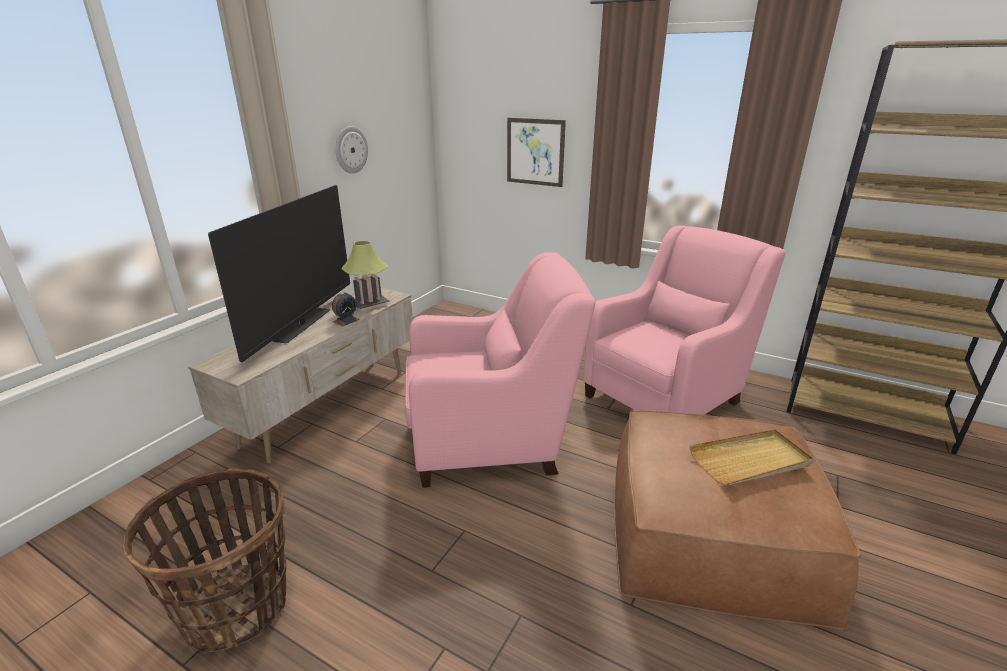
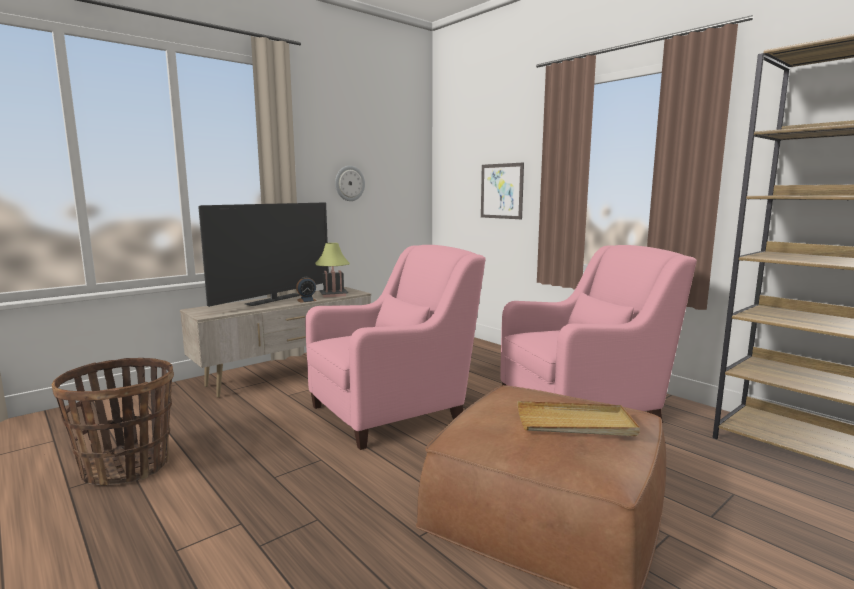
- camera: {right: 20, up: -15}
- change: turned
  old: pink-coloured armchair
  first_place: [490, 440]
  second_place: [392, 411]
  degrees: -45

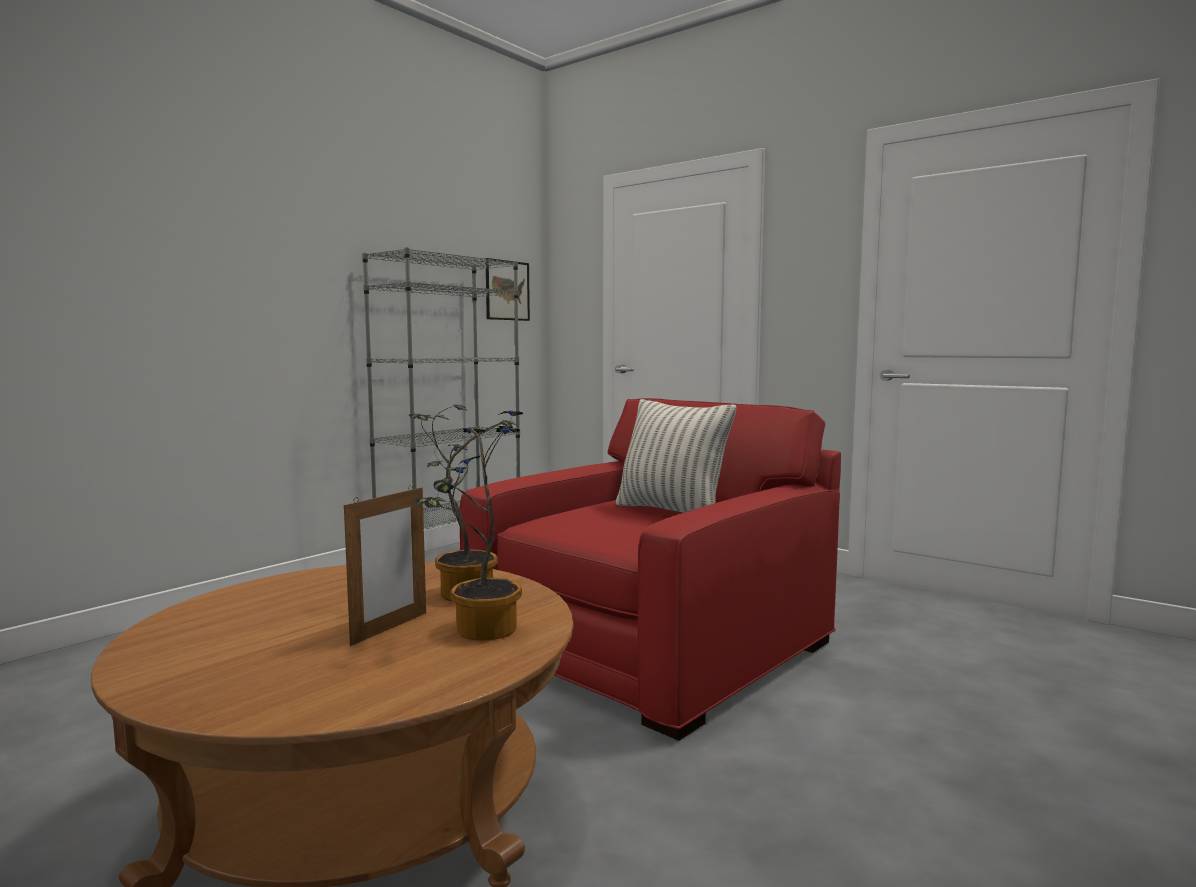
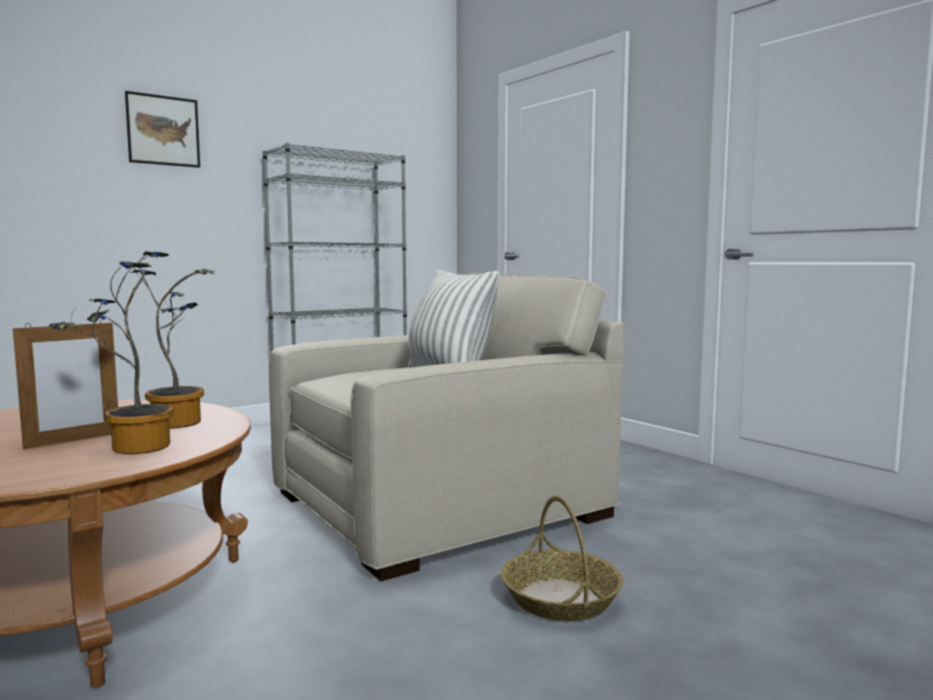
- camera: {right: 15, up: 0}
- change: added
  new: basket
  second_place: [561, 599]
- change: moved
  old: wall picture
  first_place: [507, 290]
  second_place: [163, 130]
- change: recoloured
  old: red-coloured armchair
  new: beige armchair
  first_place: [653, 646]
  second_place: [439, 504]

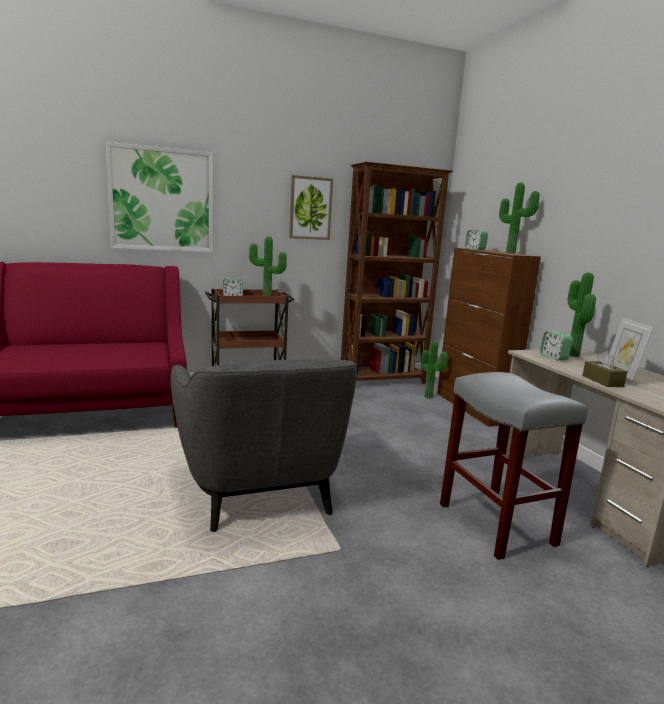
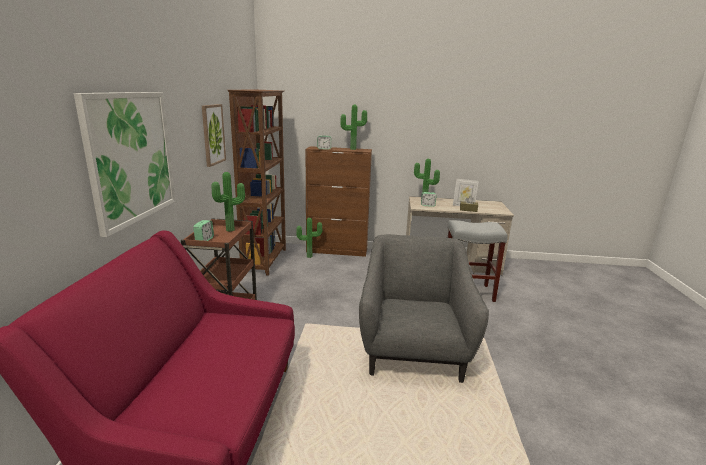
- camera: {right: -65, up: 5}
- change: turned
  old: gray armchair
  first_place: [259, 489]
  second_place: [413, 350]
  degrees: -90

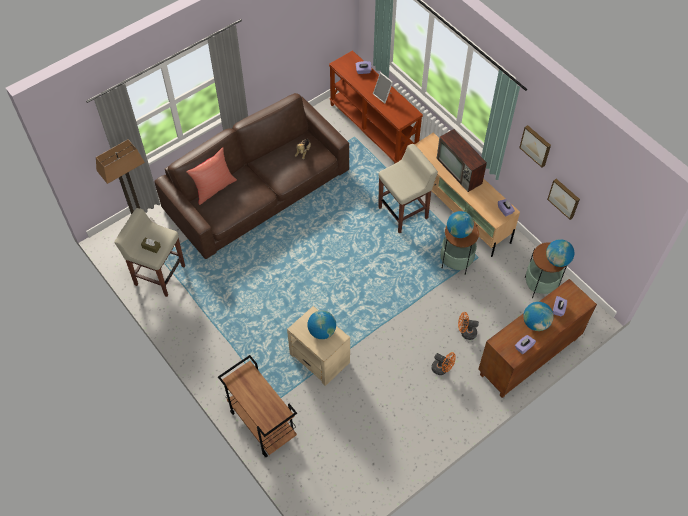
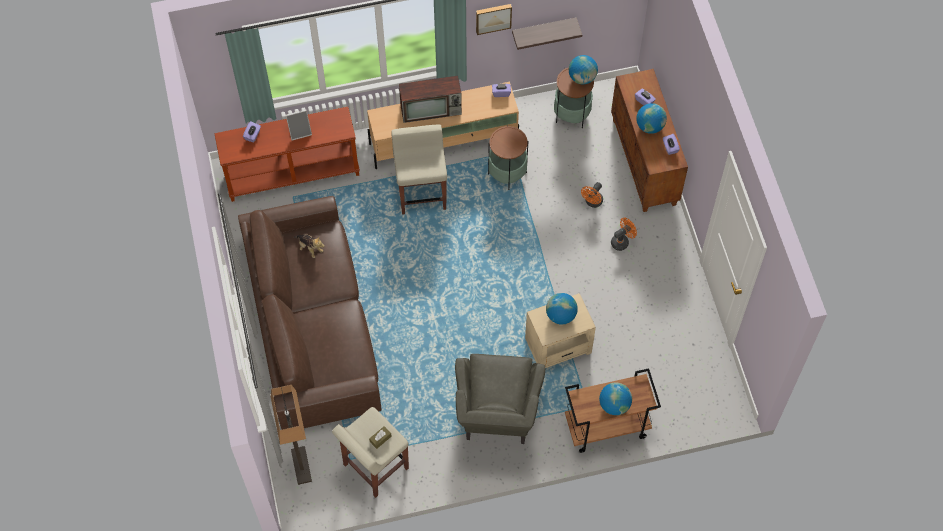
- camera: {right: -65, up: 5}
- change: removed
  old: red-coloured throw pillow
  first_place: [214, 188]
- change: added
  new: gray armchair
  second_place: [497, 417]
- change: moved
  old: globe
  first_place: [458, 232]
  second_place: [614, 405]
- change: replaced
  old: wall picture
  new: wall shelf
  first_place: [564, 198]
  second_place: [543, 30]

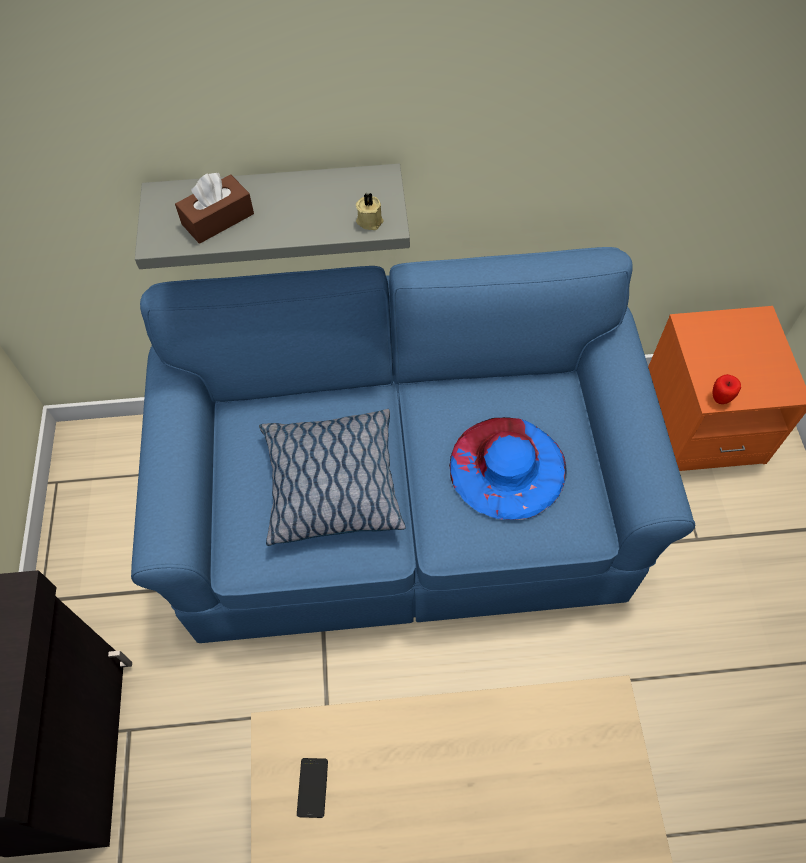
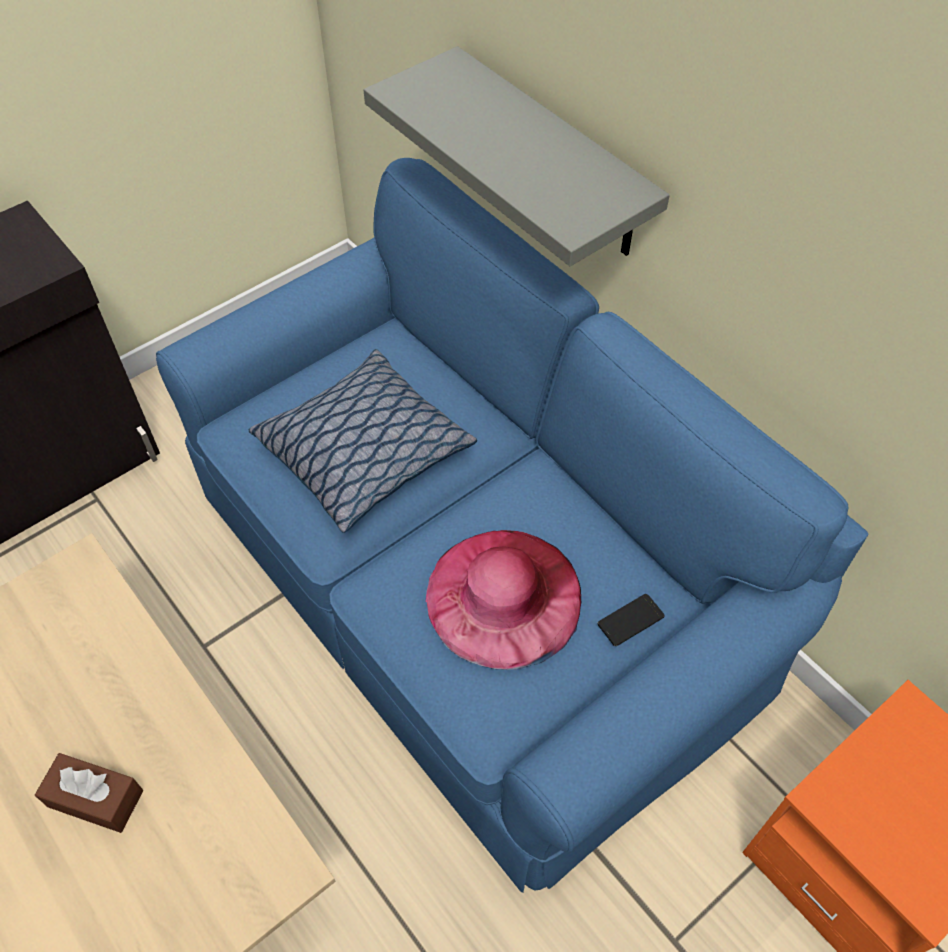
- camera: {right: 55, up: -5}
- change: removed
  old: beige candle
  first_place: [369, 220]
- change: removed
  old: apple
  first_place: [720, 398]
- change: moved
  old: brown-coloured tissue box
  first_place: [218, 219]
  second_place: [95, 798]
- change: moved
  old: handset
  first_place: [312, 787]
  second_place: [630, 620]
- change: recoloured
  old: blue clothing hat
  new: pink-coloured clothing hat
  first_place: [507, 467]
  second_place: [504, 596]

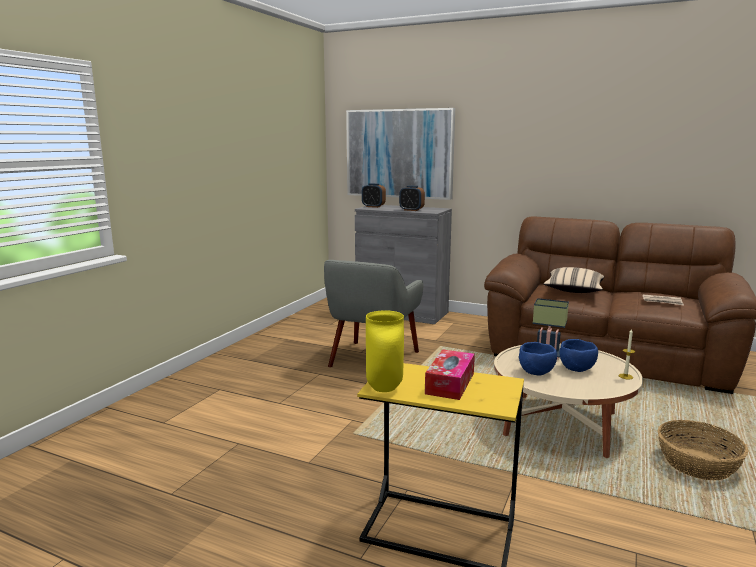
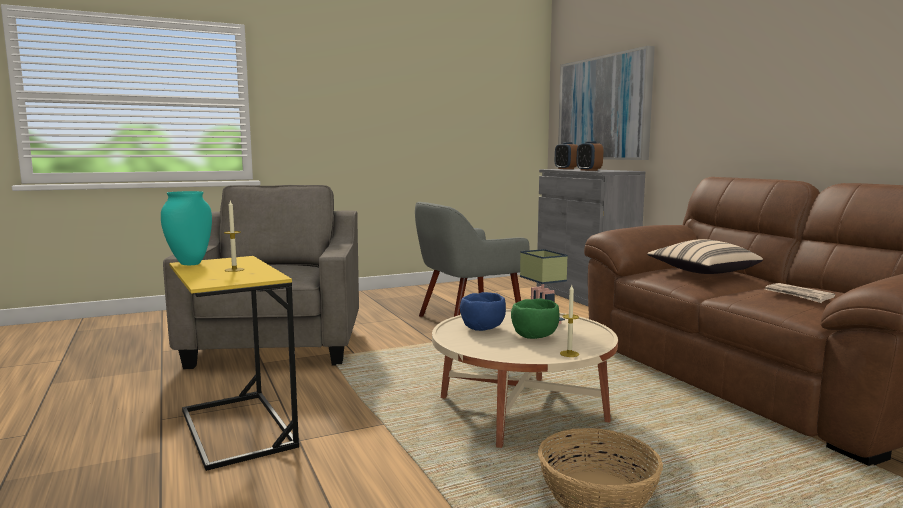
- camera: {right: 40, up: -5}
- change: added
  new: gray armchair
  second_place: [277, 347]
- change: replaced
  old: tissue box
  new: candle
  first_place: [450, 383]
  second_place: [234, 270]
- change: recoloured
  old: yellowish flower vase
  new: turquoise flower vase
  first_place: [383, 388]
  second_place: [189, 263]
- change: recoloured
  old: blue deep dish
  new: green deep dish
  first_place: [577, 368]
  second_place: [536, 336]

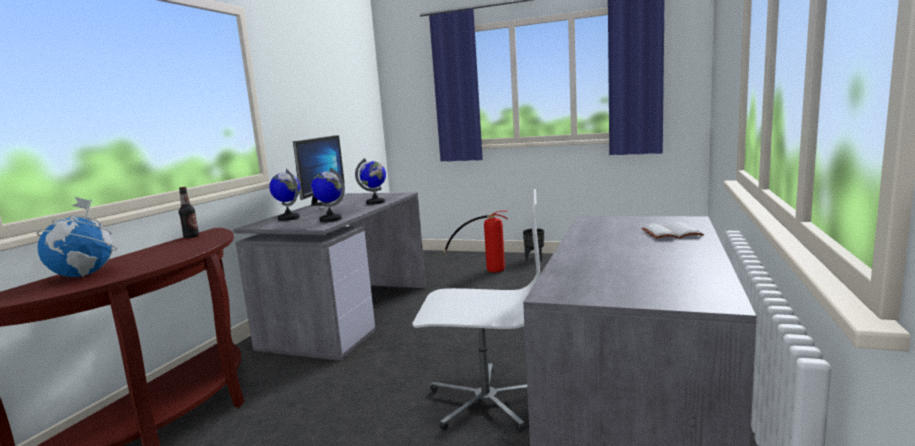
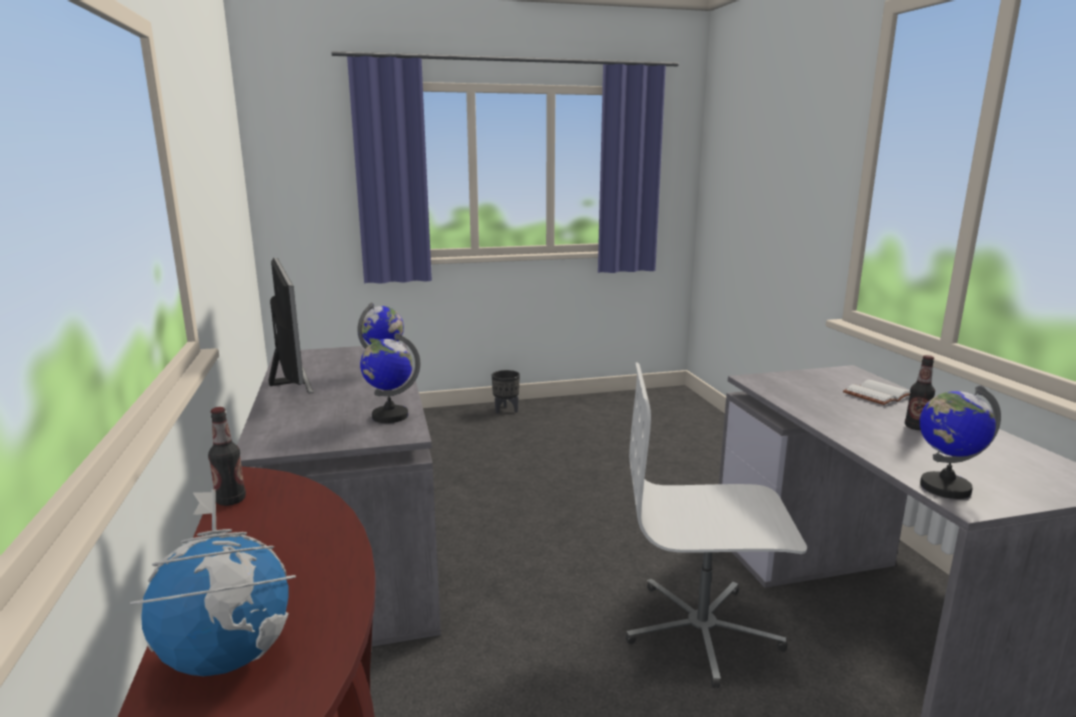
- camera: {right: -35, up: 5}
- change: removed
  old: fire extinguisher
  first_place: [485, 269]
- change: added
  new: beverage bottle
  second_place: [916, 427]
- change: moved
  old: globe
  first_place: [289, 218]
  second_place: [944, 487]
- change: turned
  old: white-coloured computer chair
  first_place: [485, 400]
  second_place: [702, 630]
  degrees: -150

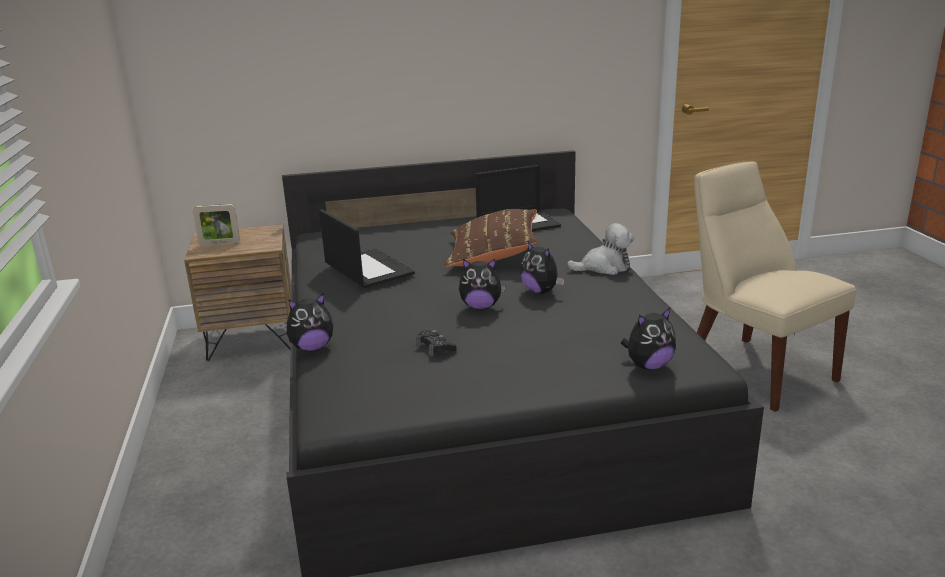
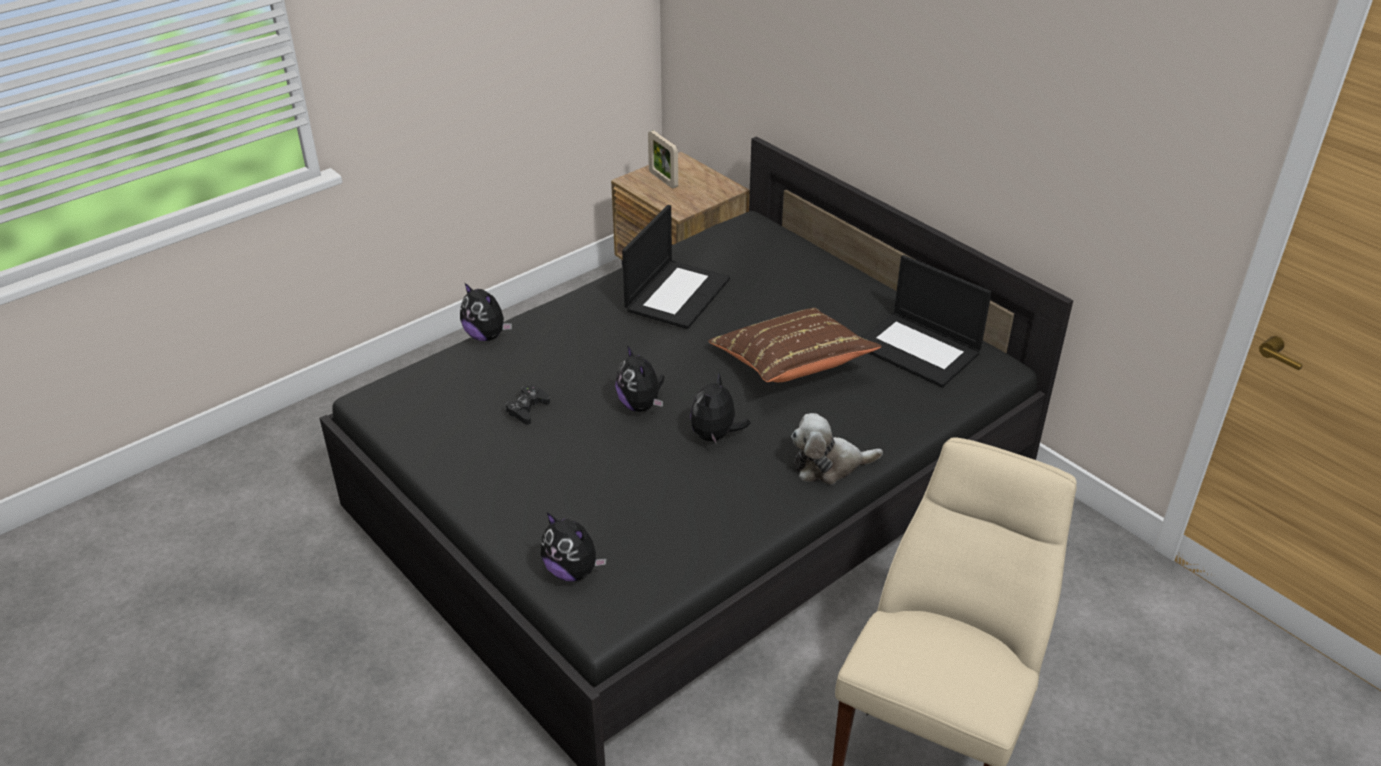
- camera: {right: 60, up: 15}
- change: turned
  old: cuddly toy
  first_place: [604, 267]
  second_place: [829, 465]
  degrees: 120

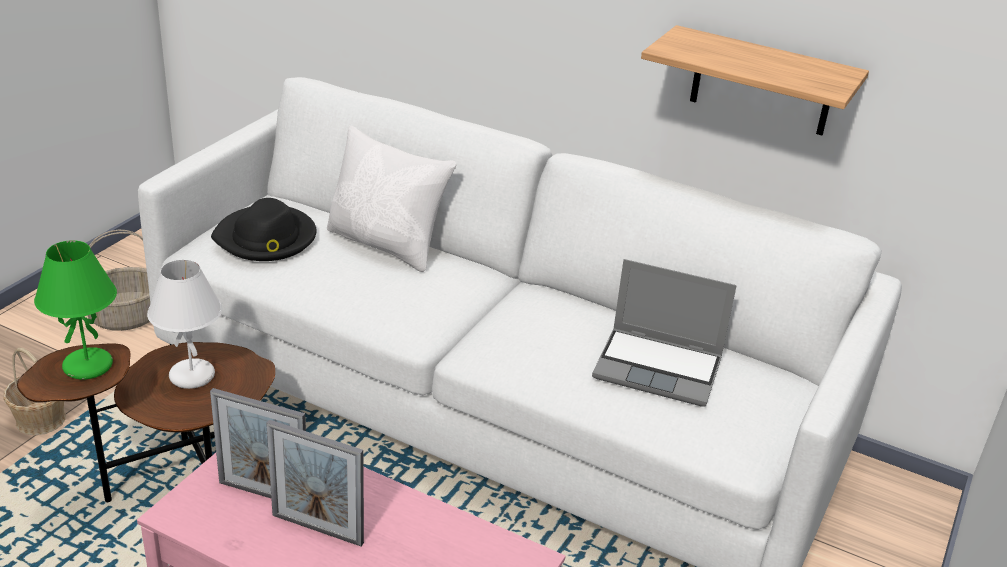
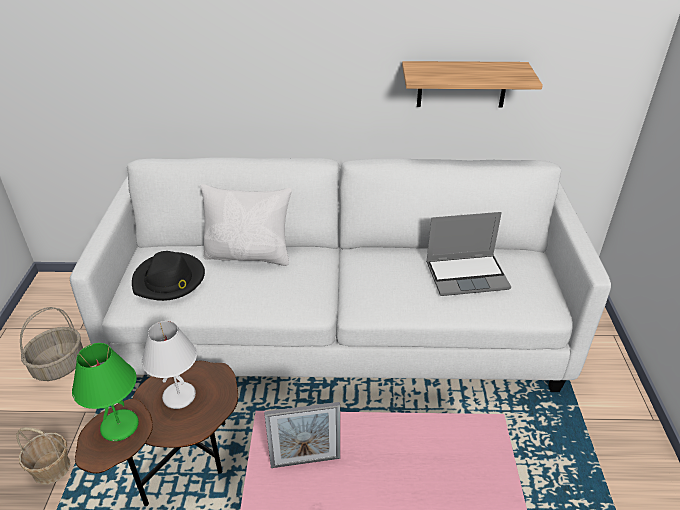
- camera: {right: -25, up: 5}
- change: removed
  old: photo frame
  first_place: [317, 529]

